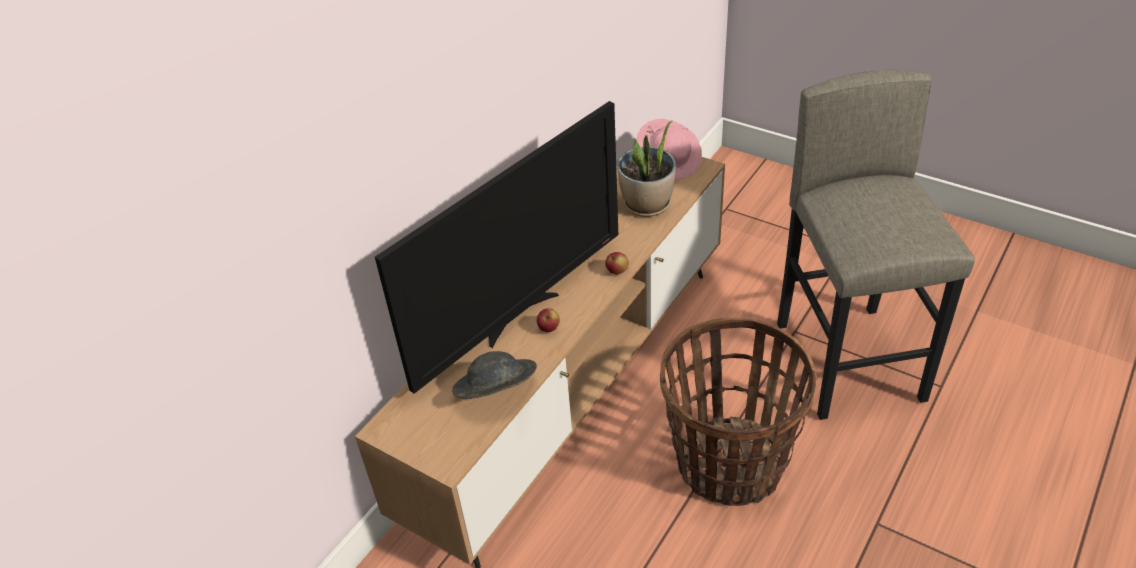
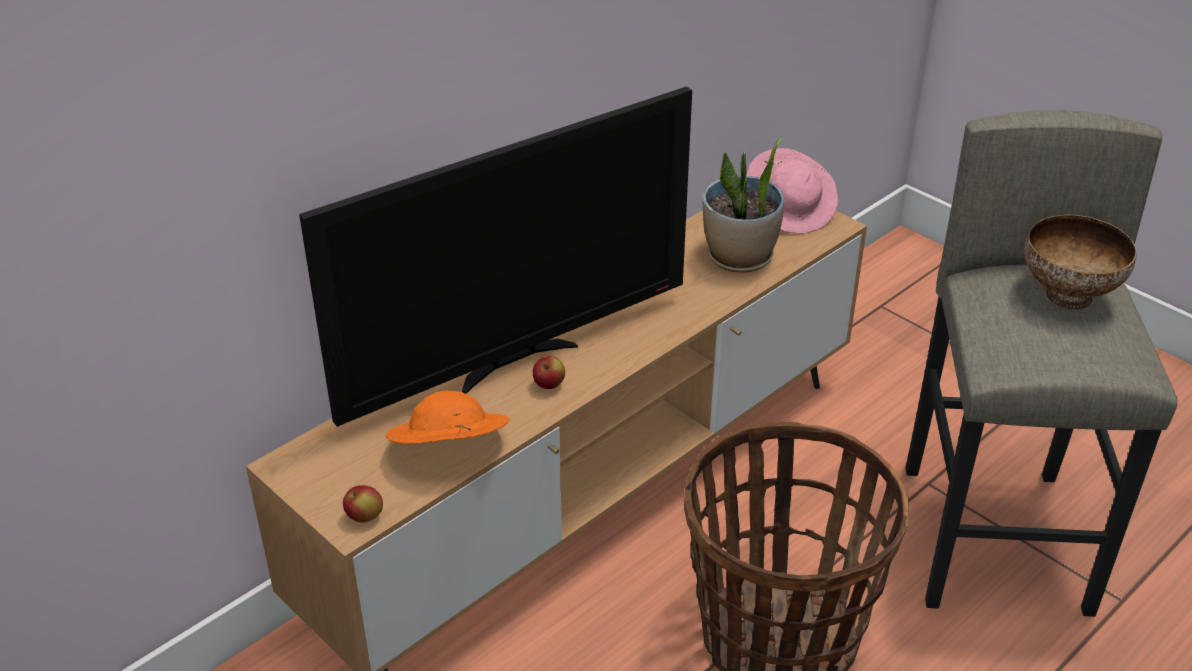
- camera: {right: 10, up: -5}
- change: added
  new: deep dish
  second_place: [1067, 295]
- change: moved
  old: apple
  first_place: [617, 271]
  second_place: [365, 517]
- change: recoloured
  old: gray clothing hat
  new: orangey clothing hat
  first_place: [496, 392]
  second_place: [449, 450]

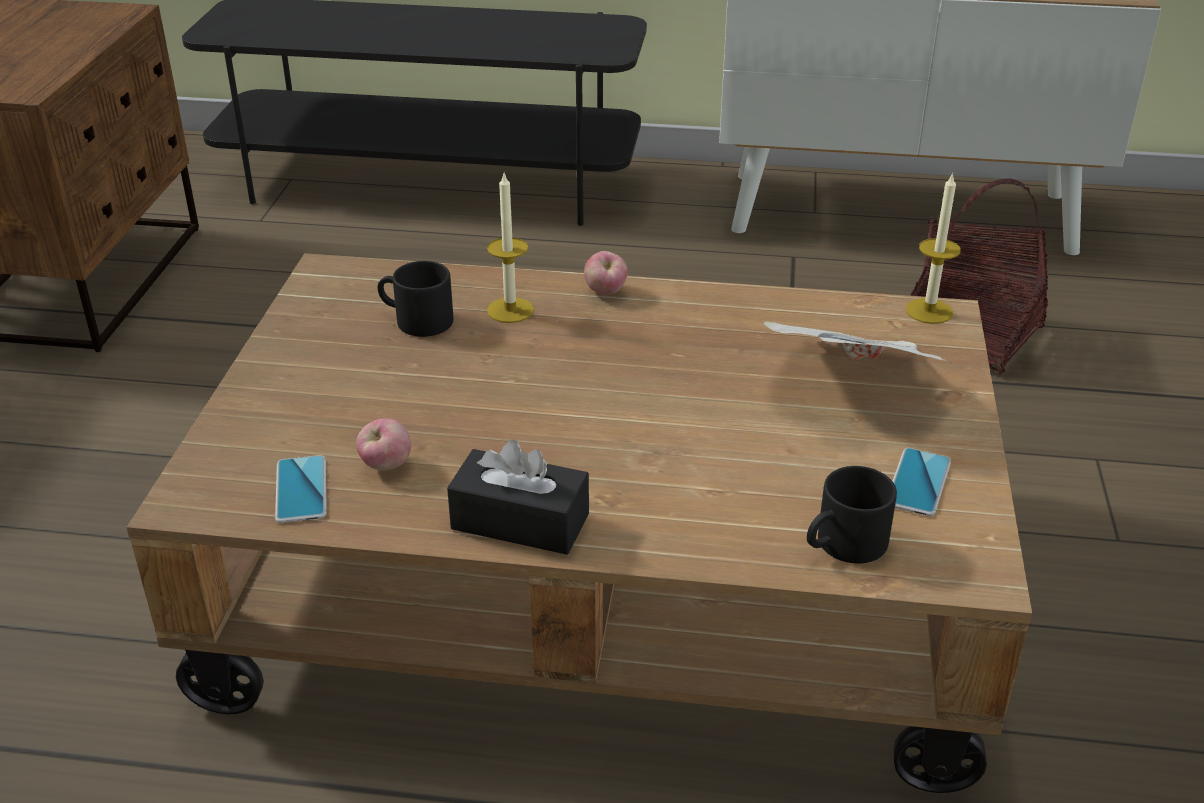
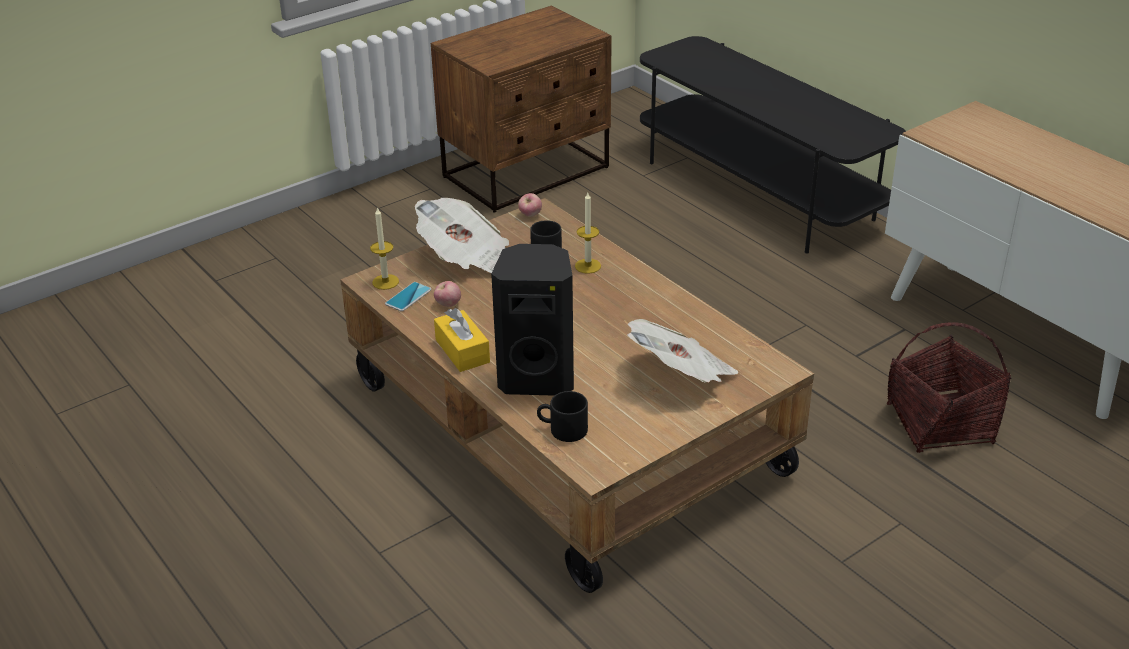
- camera: {right: 45, up: 0}
- change: removed
  old: handset
  first_place: [918, 483]
- change: added
  new: printed paper
  second_place: [466, 259]
- change: added
  new: blackish speaker
  second_place: [537, 378]
- change: moved
  old: apple
  first_place: [605, 292]
  second_place: [530, 215]
- change: moved
  old: candle
  first_place: [929, 311]
  second_place: [385, 282]
- change: recoloured
  old: blackish tissue box
  new: yellowish tissue box
  first_place: [520, 521]
  second_place: [462, 351]

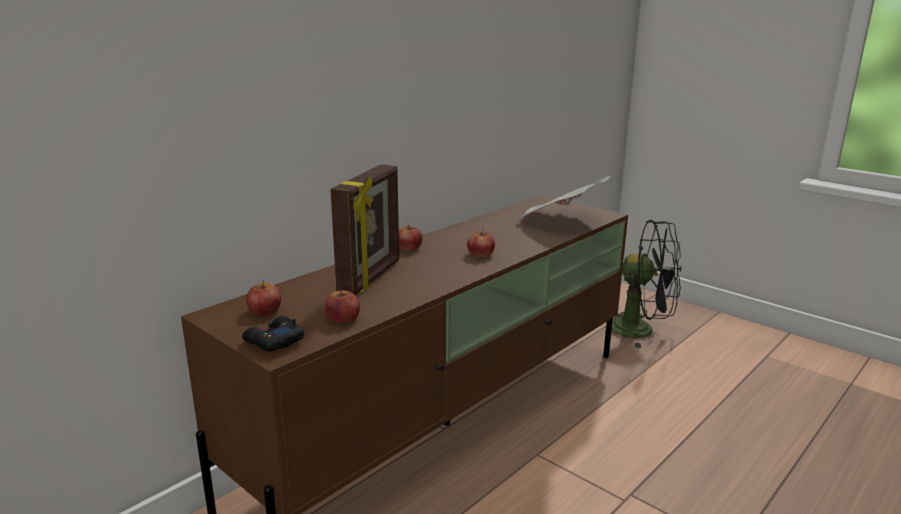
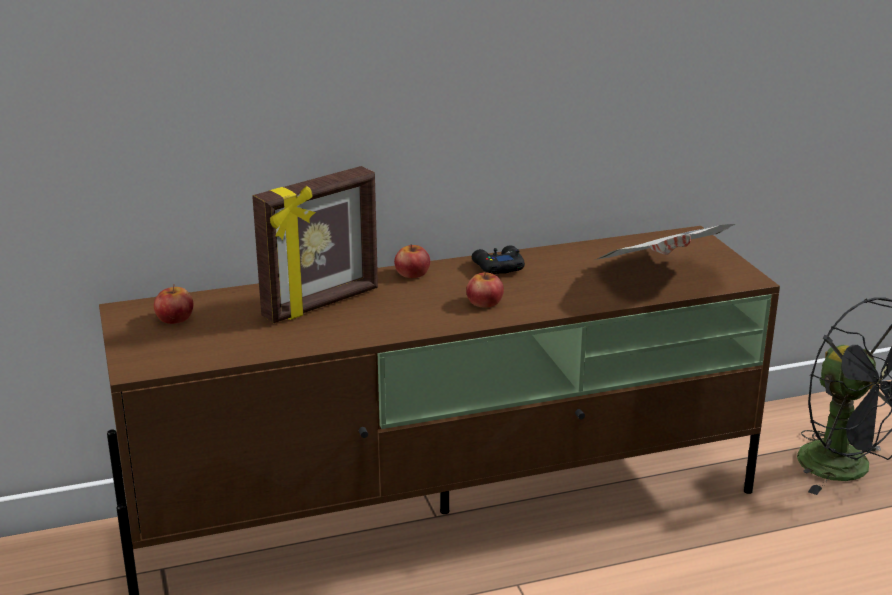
- camera: {right: 30, up: 5}
- change: removed
  old: apple
  first_place: [343, 318]
- change: moved
  old: blackish gamepad
  first_place: [273, 341]
  second_place: [497, 267]

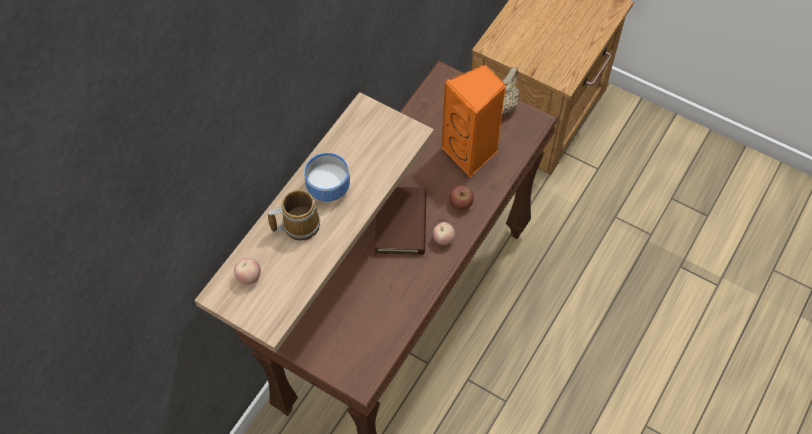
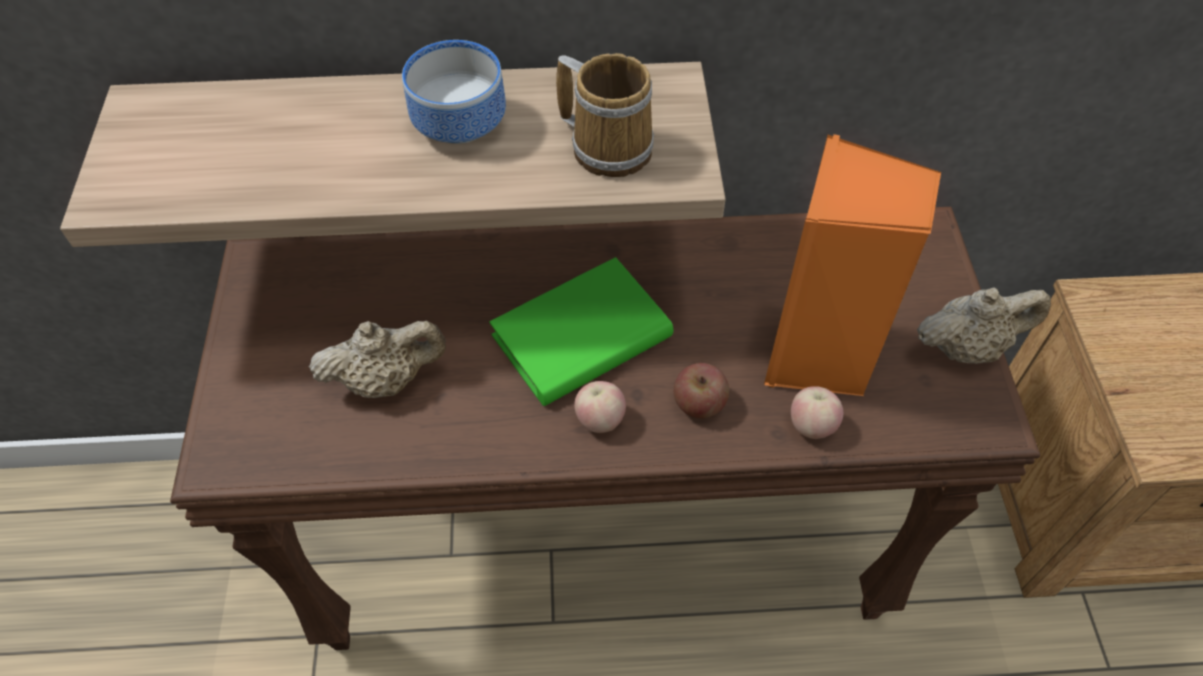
- camera: {right: 55, up: -5}
- change: added
  new: beige tea pot
  second_place: [386, 379]
- change: moved
  old: apple
  first_place: [249, 277]
  second_place: [811, 426]
- change: moved
  old: mug
  first_place: [298, 224]
  second_place: [609, 145]
- change: recoloured
  old: brown-coloured bound book
  new: green bound book
  first_place: [401, 223]
  second_place: [582, 337]

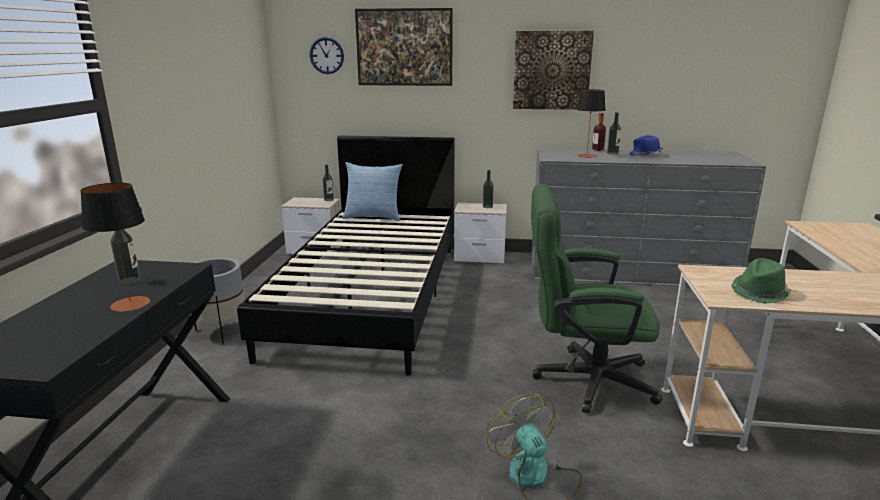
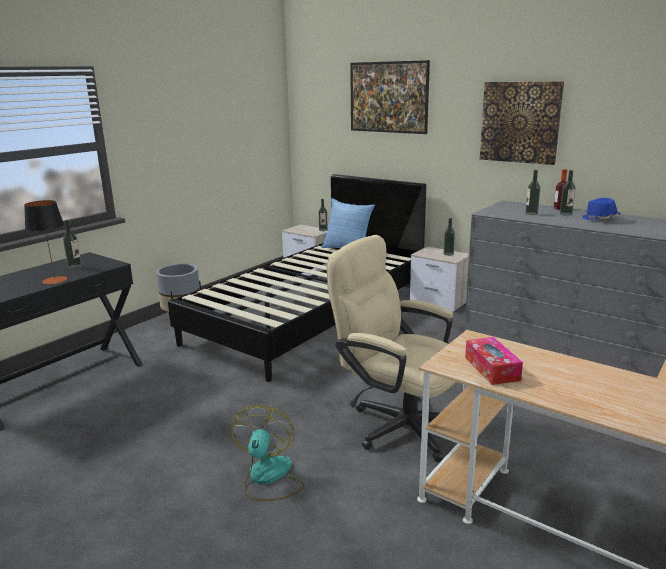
- camera: {right: 30, up: 0}
- change: removed
  old: clock on the wall
  first_place: [326, 55]
- change: replaced
  old: tabletop lamp
  new: beverage bottle
  first_place: [586, 155]
  second_place: [531, 213]
- change: replaced
  old: green clothing hat
  new: tissue box
  first_place: [760, 293]
  second_place: [492, 368]
- change: recoloured
  old: green computer chair
  new: beige computer chair
  first_place: [582, 379]
  second_place: [397, 423]

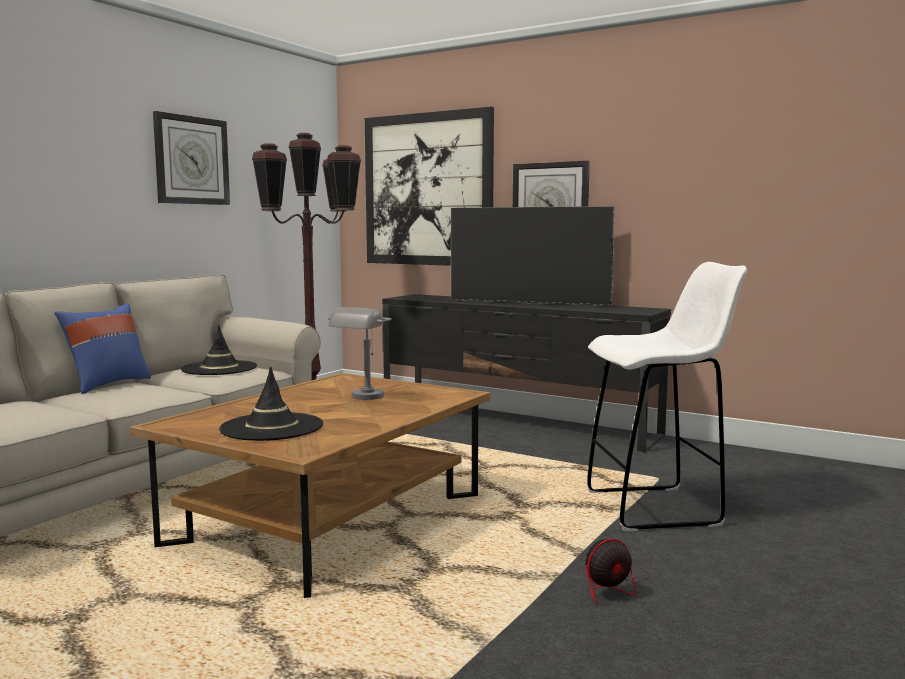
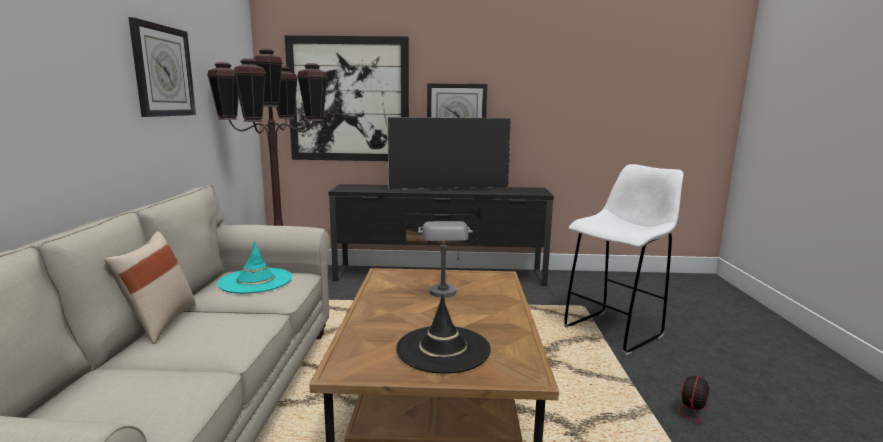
- camera: {right: -30, up: 5}
- change: recoloured
  old: blue throw pillow
  new: beige throw pillow
  first_place: [107, 384]
  second_place: [159, 323]
- change: recoloured
  old: blackish clothing hat
  new: turquoise clothing hat
  first_place: [219, 368]
  second_place: [255, 281]

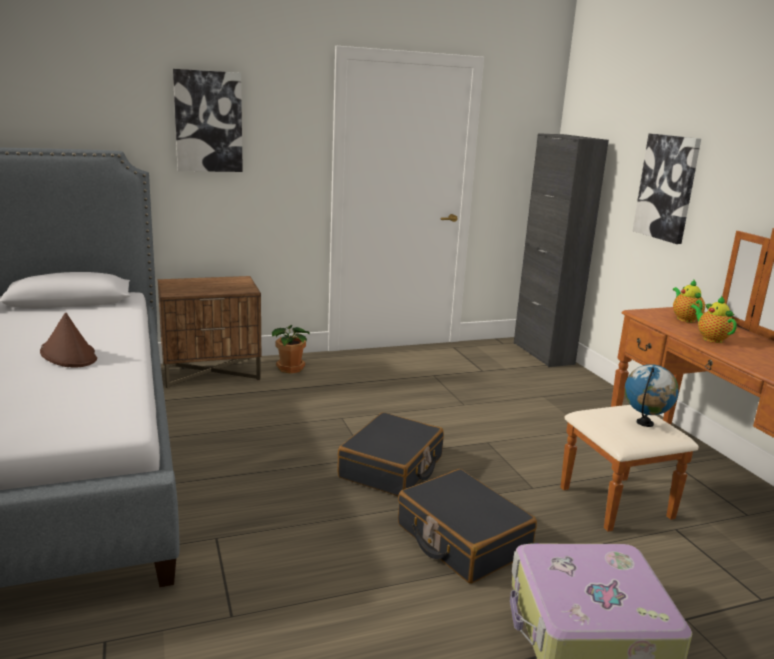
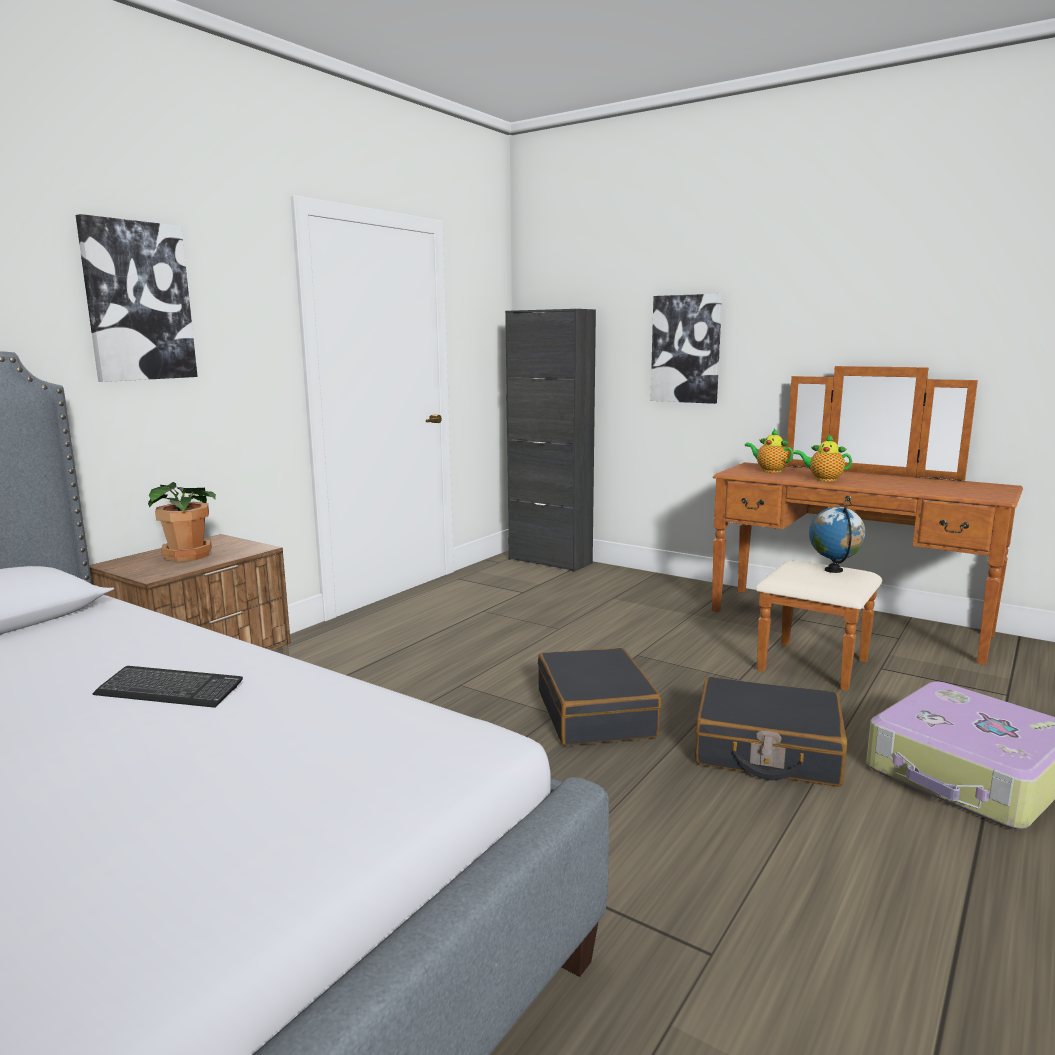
- camera: {right: -35, up: -5}
- change: moved
  old: potted plant
  first_place: [291, 368]
  second_place: [189, 555]
- change: replaced
  old: brown-coloured clothing hat
  new: keyboard
  first_place: [69, 355]
  second_place: [169, 690]

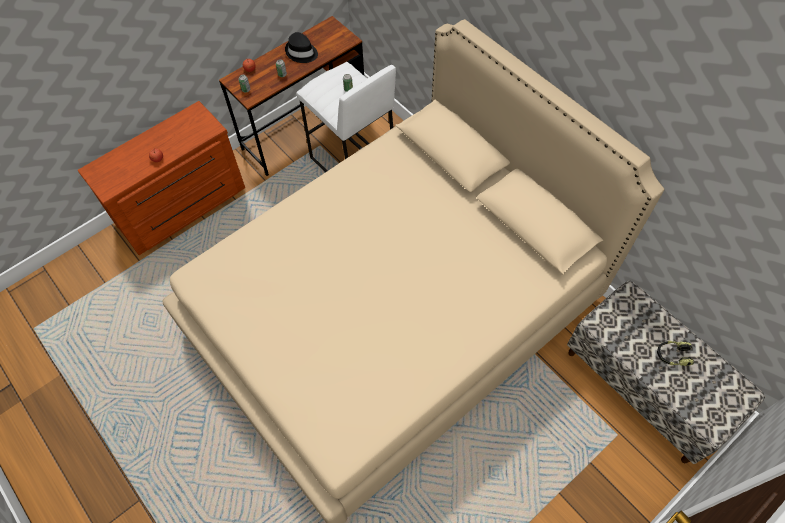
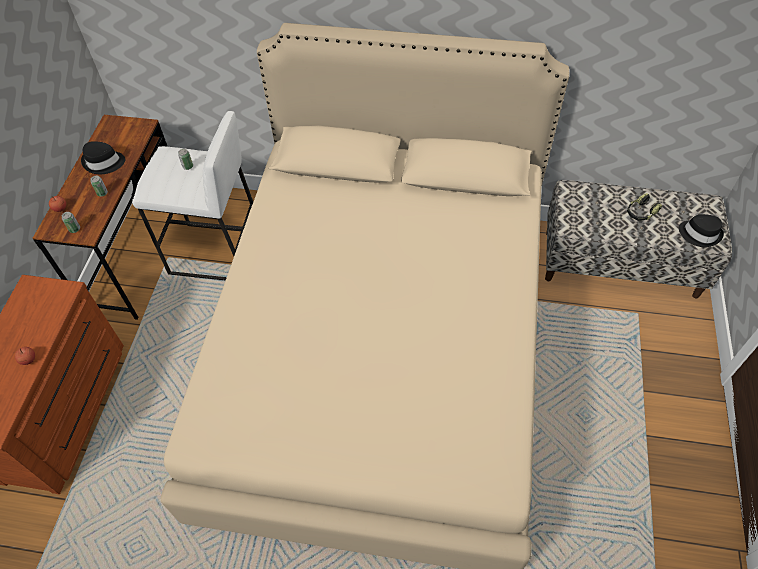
- camera: {right: -40, up: -5}
- change: added
  new: blackish clothing hat
  second_place: [700, 234]

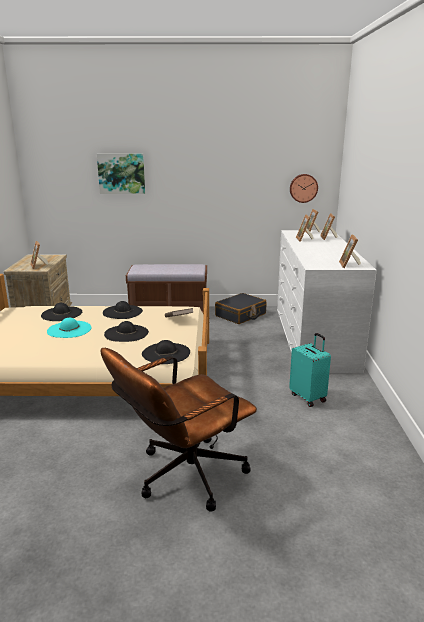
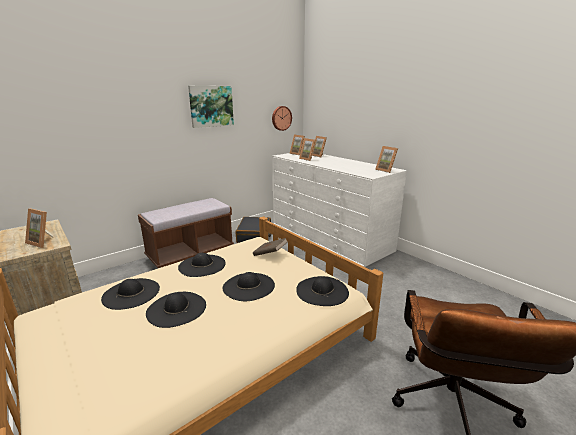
- camera: {right: -40, up: 0}
- change: removed
  old: turquoise piece of luggage
  first_place: [308, 397]
- change: moved
  old: wall picture
  first_place: [121, 173]
  second_place: [211, 106]
- change: recoloured
  old: turquoise clothing hat
  new: blackish clothing hat
  first_place: [69, 329]
  second_place: [176, 309]

